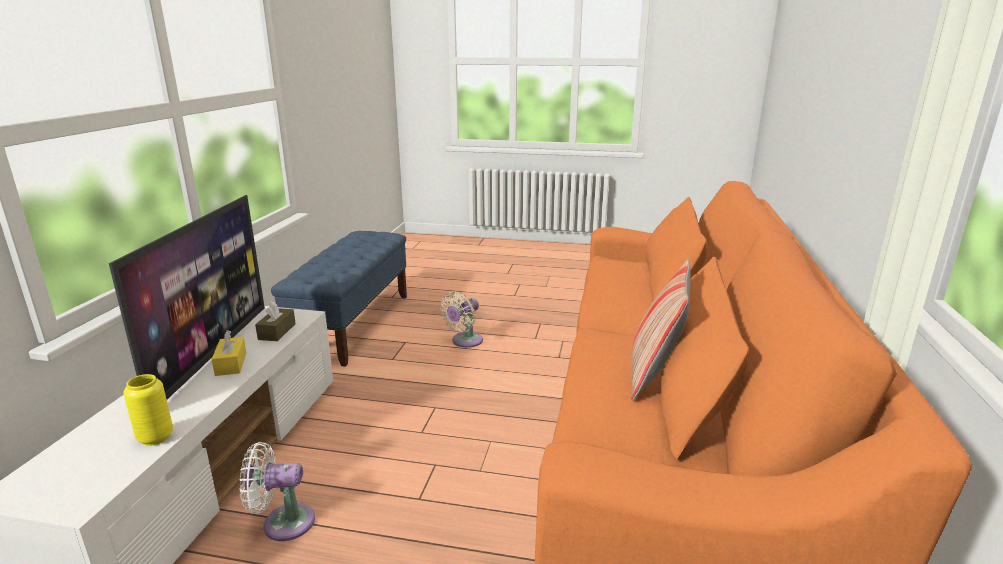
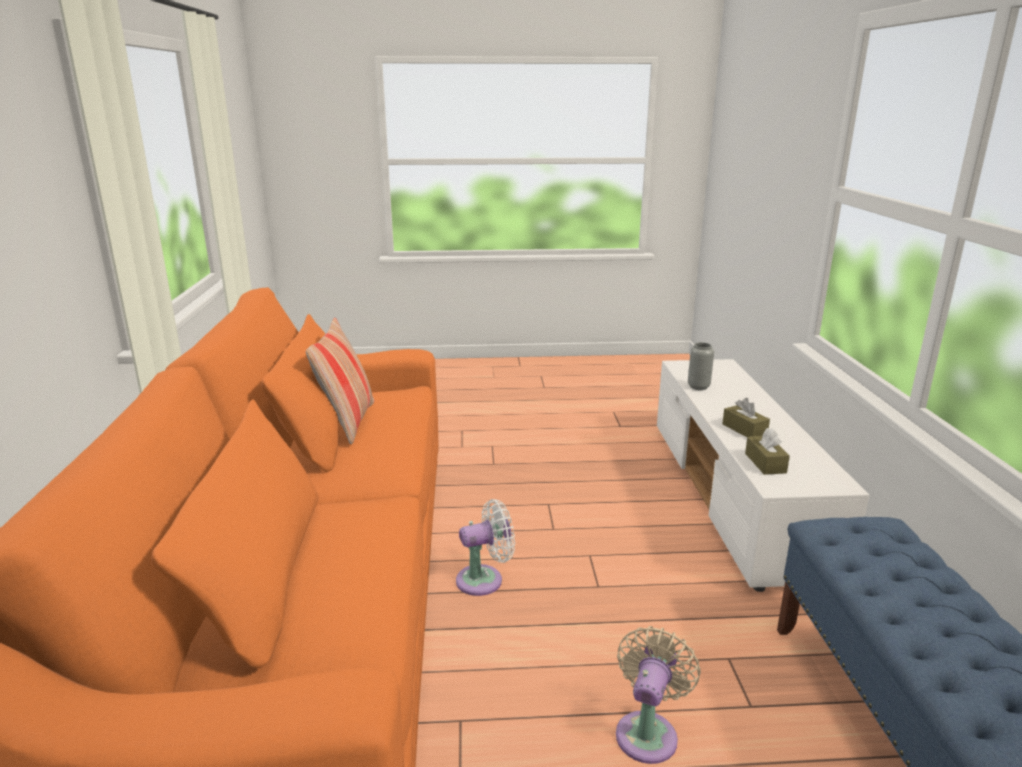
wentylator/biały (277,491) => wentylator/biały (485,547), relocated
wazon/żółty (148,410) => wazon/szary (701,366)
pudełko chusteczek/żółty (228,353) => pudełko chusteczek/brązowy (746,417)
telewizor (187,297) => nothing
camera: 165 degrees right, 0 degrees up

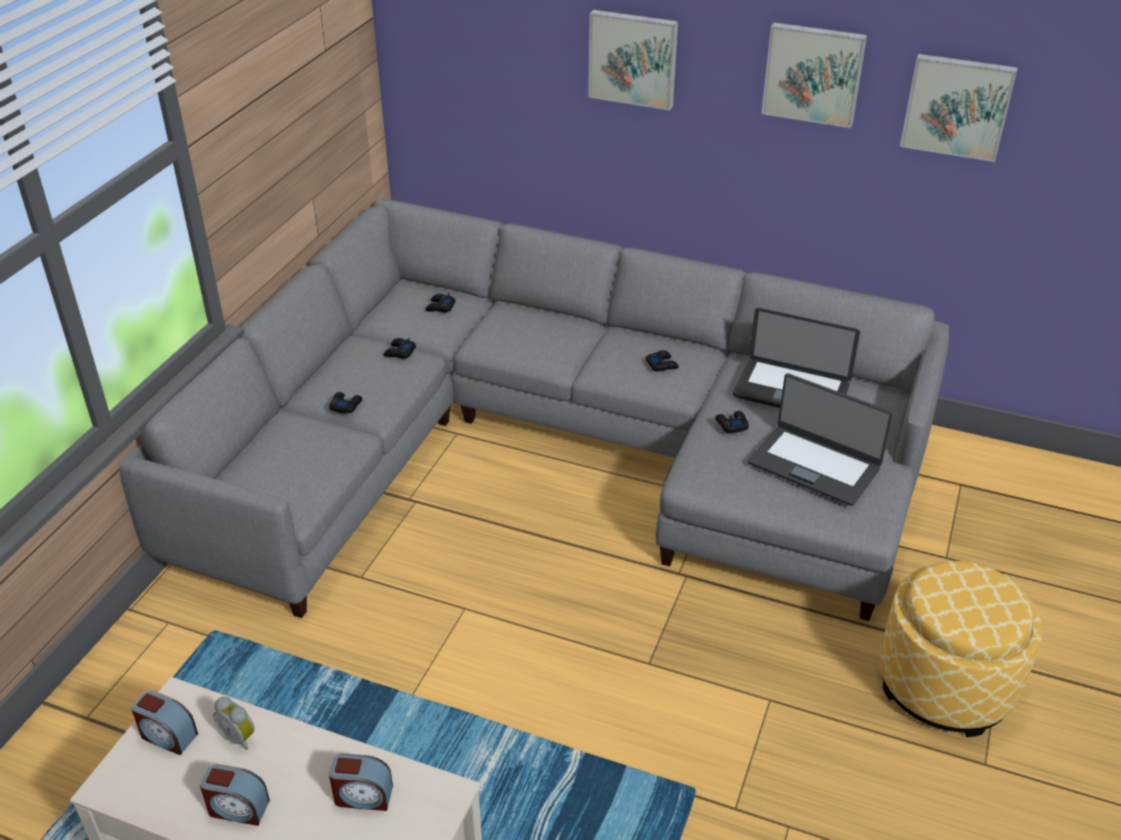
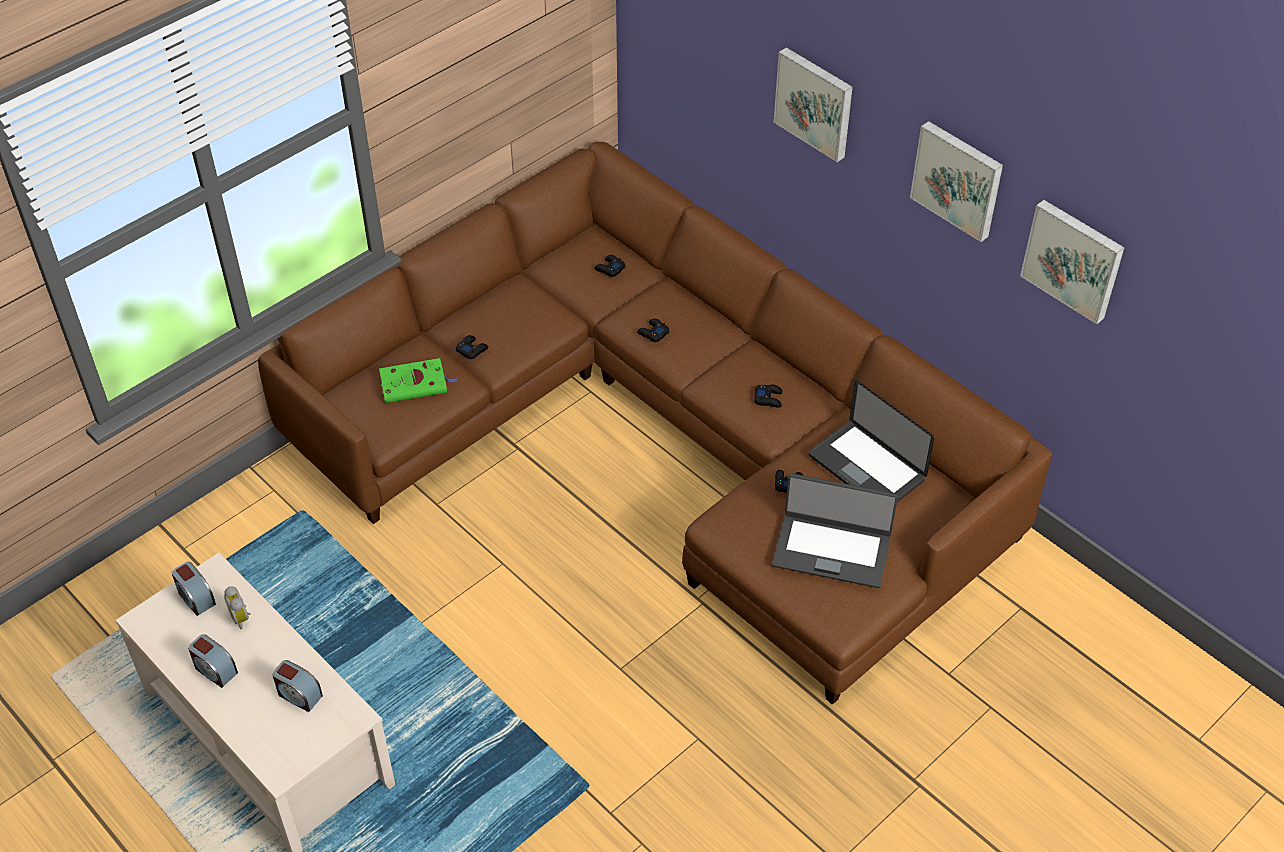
kanapa/szary (534,410) => kanapa/brązowy (655,423)
nothing => książka/zielony (418,380)
pad do gier/czarny (400,348) => pad do gier/czarny (653,330), relocated
laptop (820,439) => laptop (835,530), 45 degrees counterclockwise
pufa (961,649) => nothing
camera: 25 degrees right, 10 degrees up

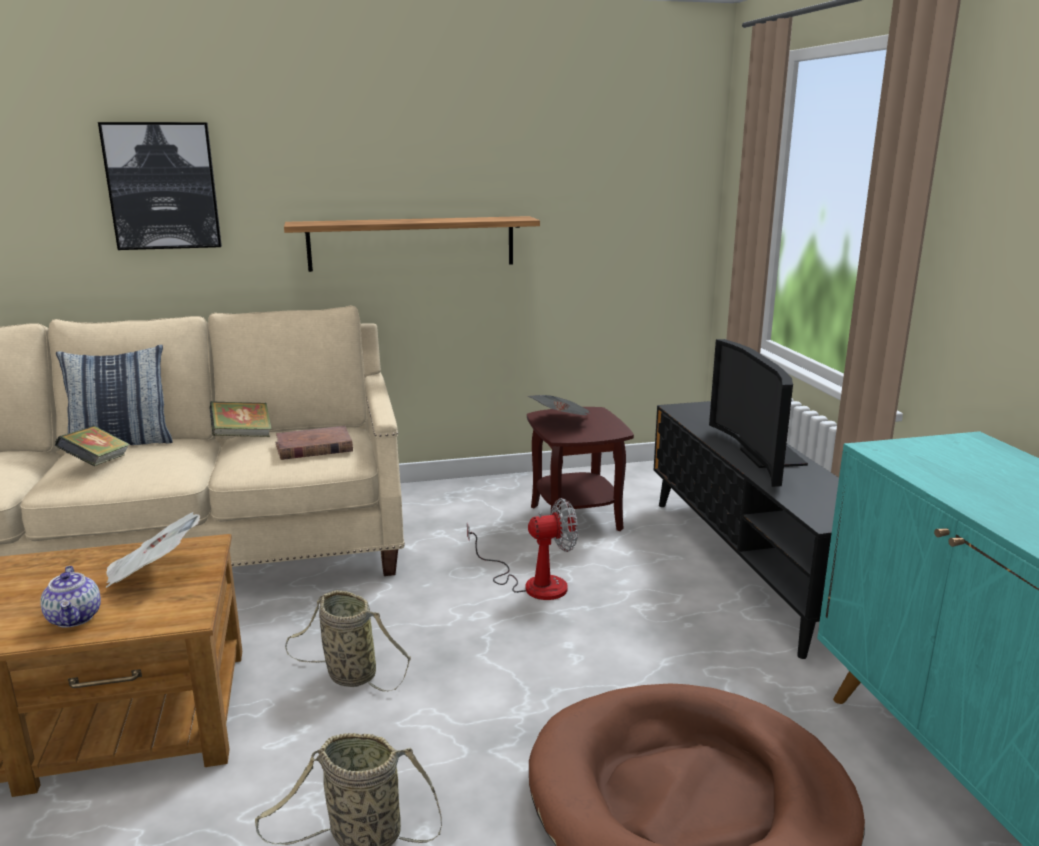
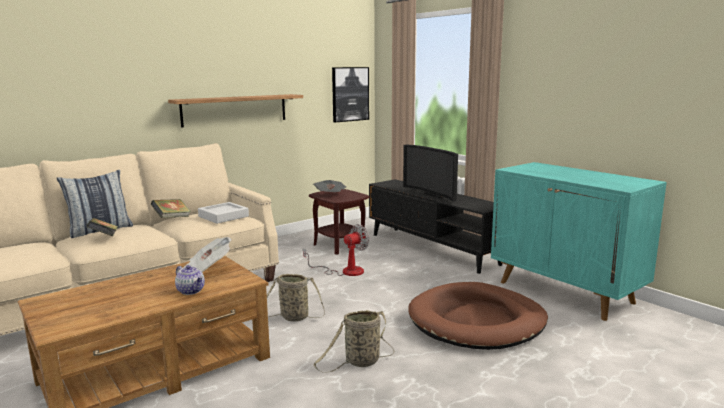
książka/brązowy (314,443) => taca/szary (223,213)
obraz (160,186) => obraz (350,94), relocated
camera: 25 degrees left, 5 degrees down

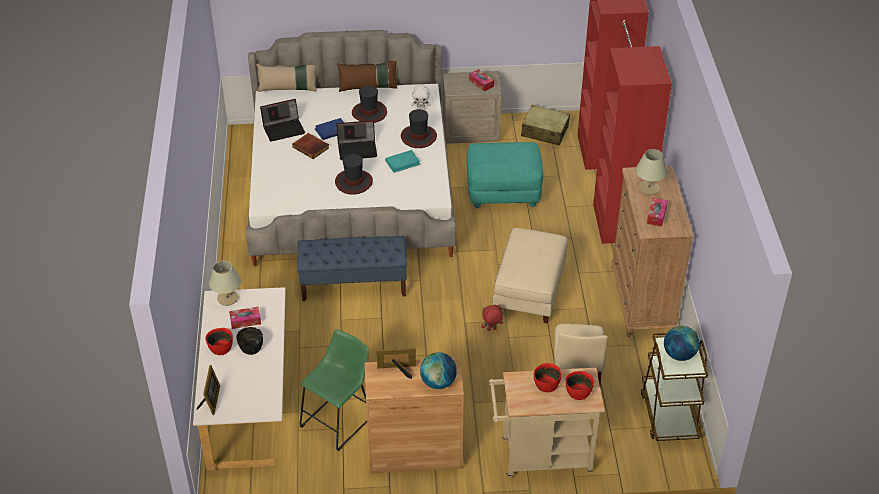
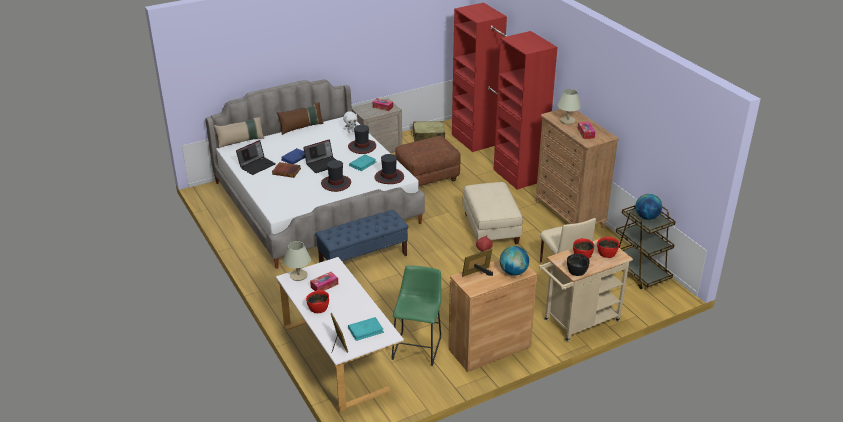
nothing => książka/turkusowy (366,329)
kapelusz (369,104) => kapelusz (389,169), relocated
pufa/turkusowy (505,175) => pufa/brązowy (428,162)
miska/czarny (249,341) => miska/czarny (578,265), relocated
camera: 25 degrees left, 10 degrees down

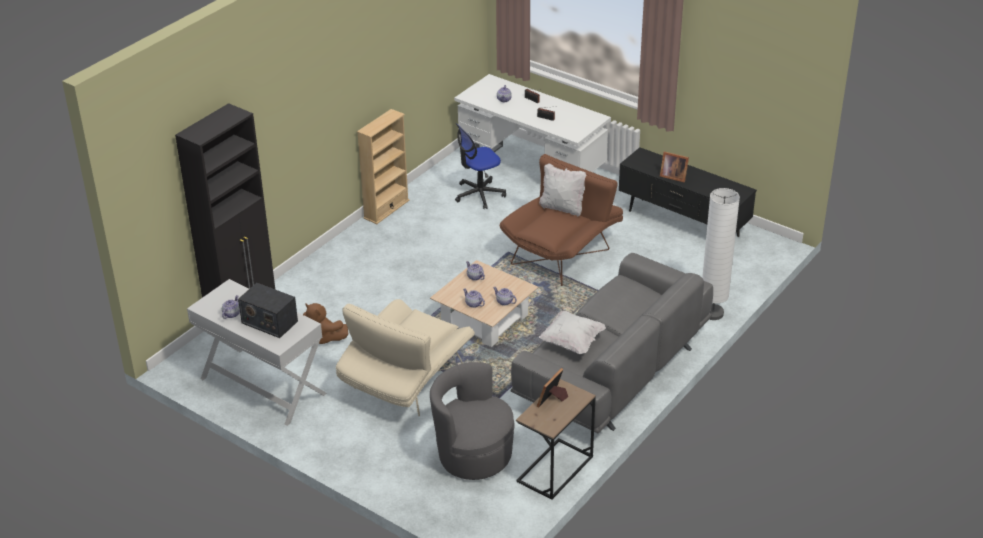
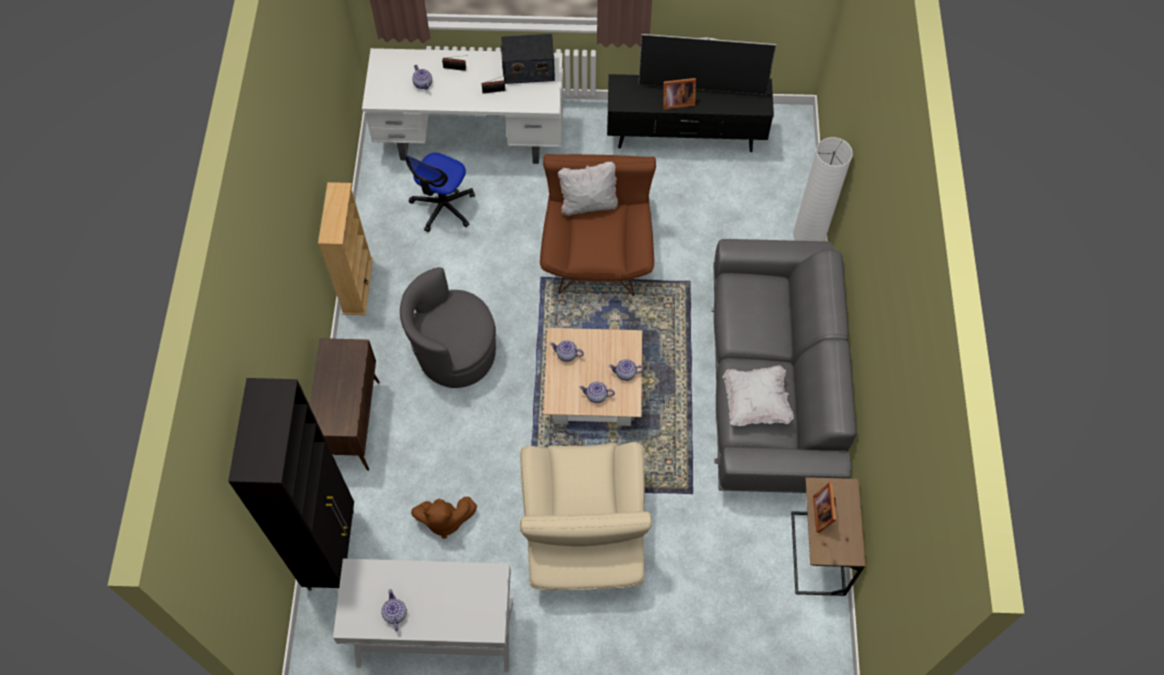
nothing => szafka/brązowy (344,404)
fotel/szary (472,421) => fotel/szary (448,327), relocated
radio (268,310) => radio (528,59), relocated
nothing => telewizor (707,64)
camera: 35 degrees left, 25 degrees up

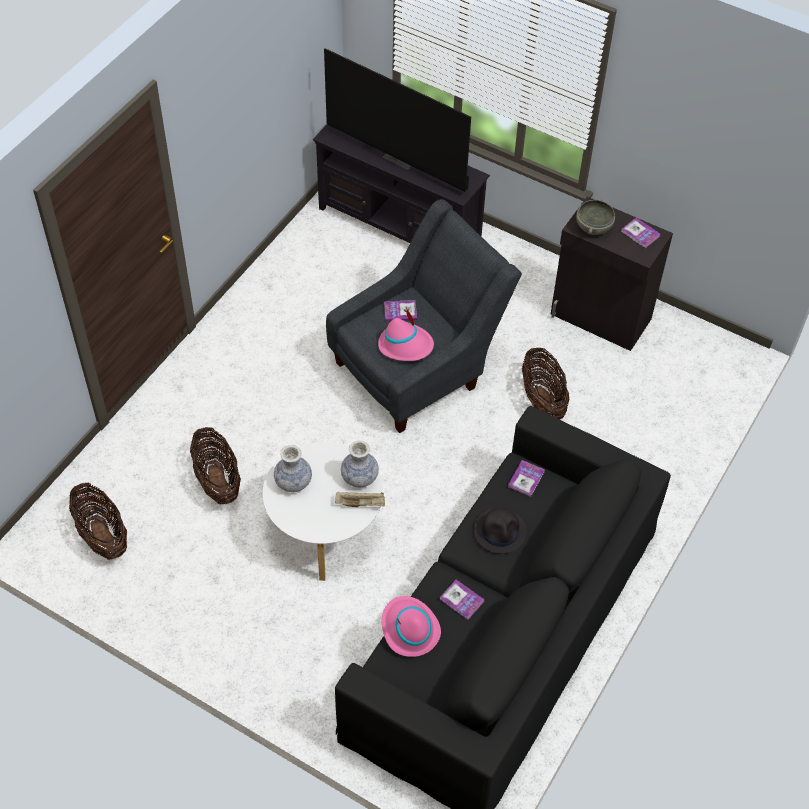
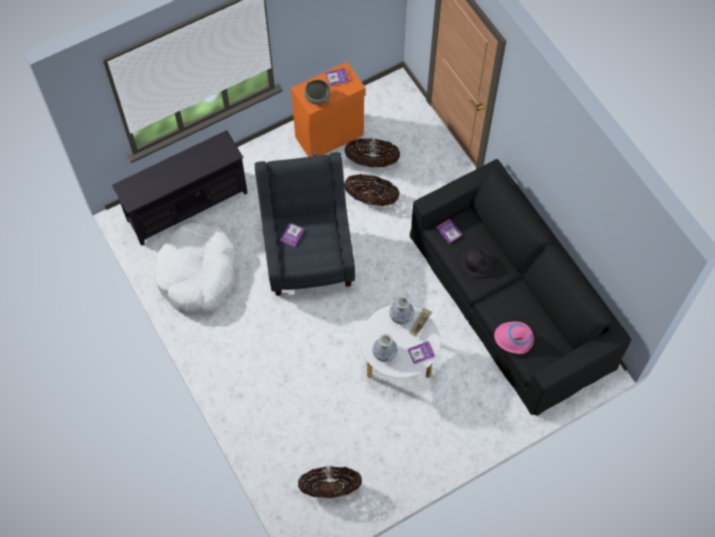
nothing => legowisko/biały (195,268)
szafka/czarny (612,274) => szafka/pomarańczowy (328,109)
koszyk (215,465) => koszyk (372,152), relocated
książka (462,600) => książka (421,352), relocated
telewizor (397,120) => nothing
kapelusz/różowy (406,334) => nothing
camera: 60 degrees left, 10 degrees up

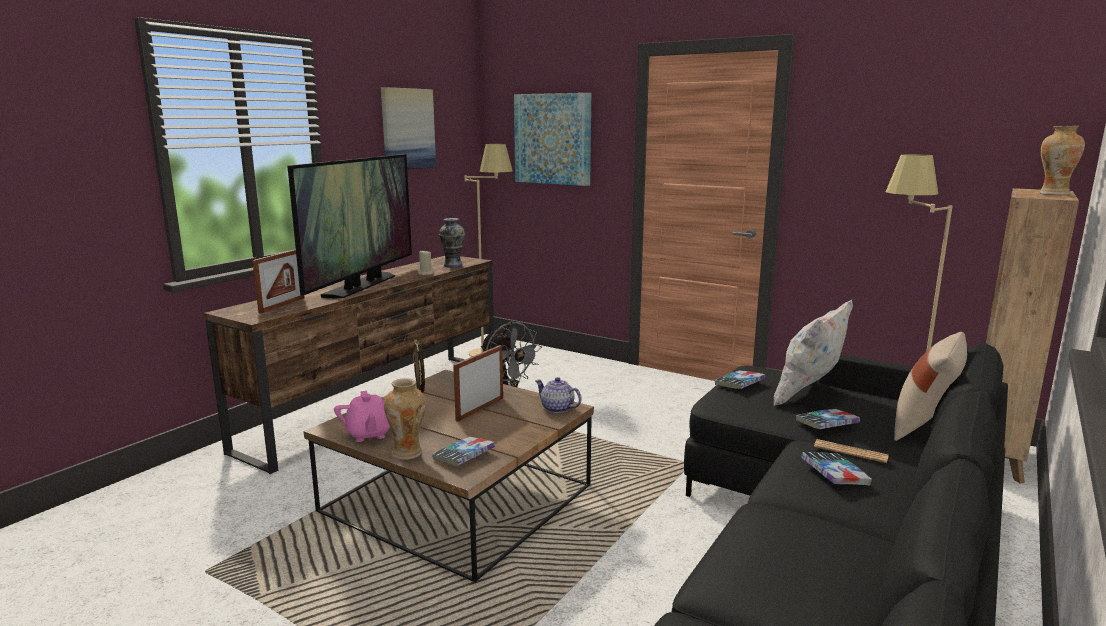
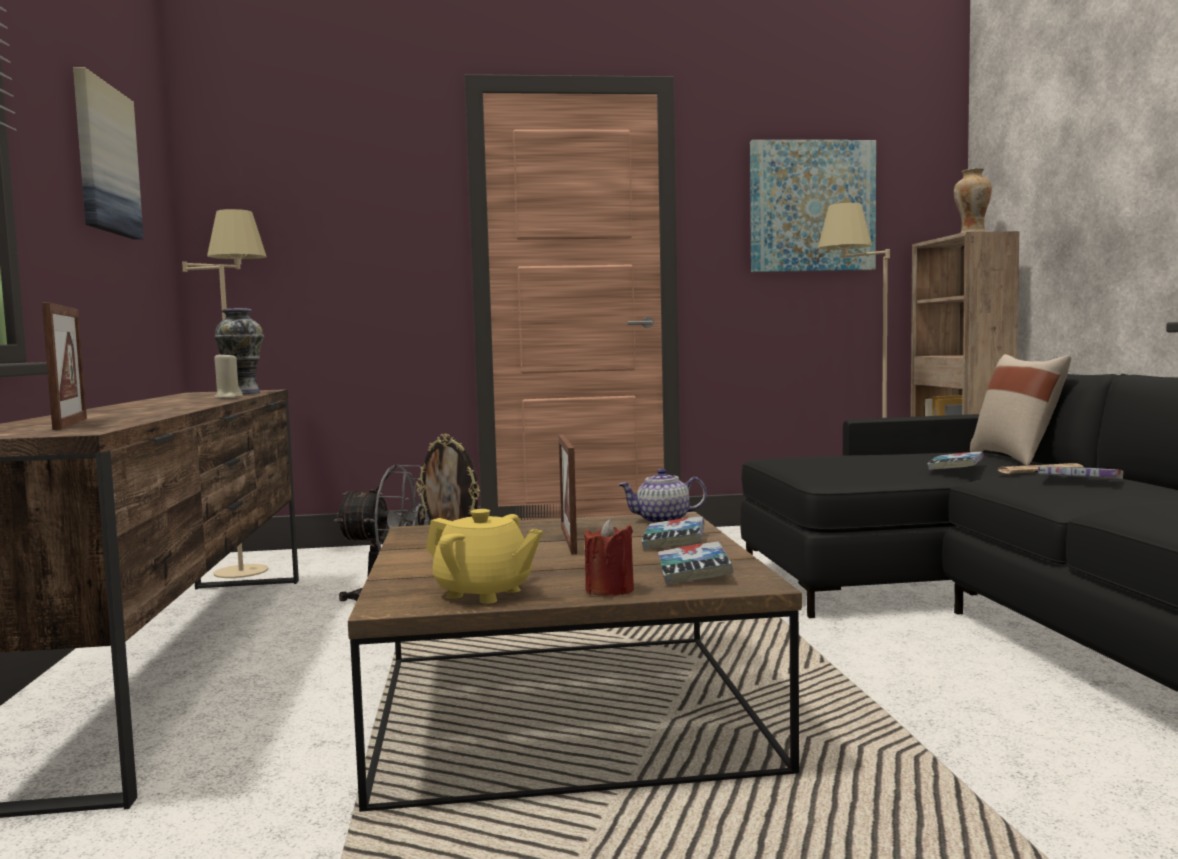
imbryk/różowy (362,416) => imbryk/żółty (484,556)
wazon (405,419) => świeca/czerwony (609,557)
książka (740,380) => książka (673,533), relocated
obraz (552,139) => obraz (813,206), relocated
telewizor (349,226) => nothing
poduszka/biały (813,353) => nothing
camera: 40 degrees left, 10 degrees down

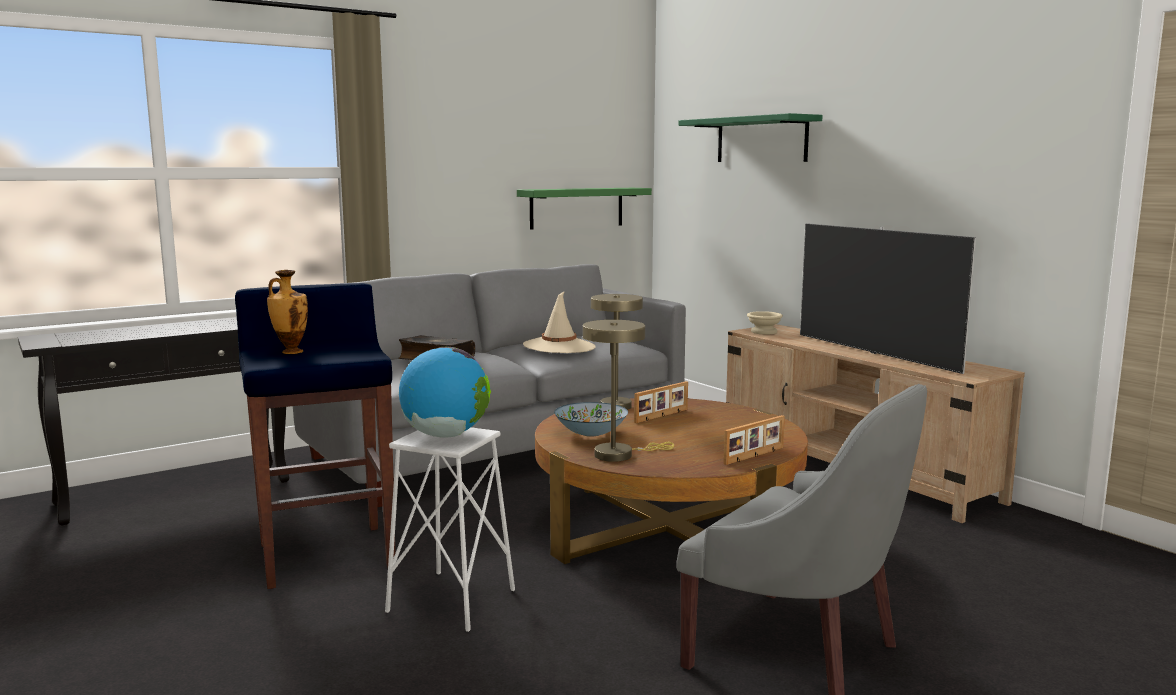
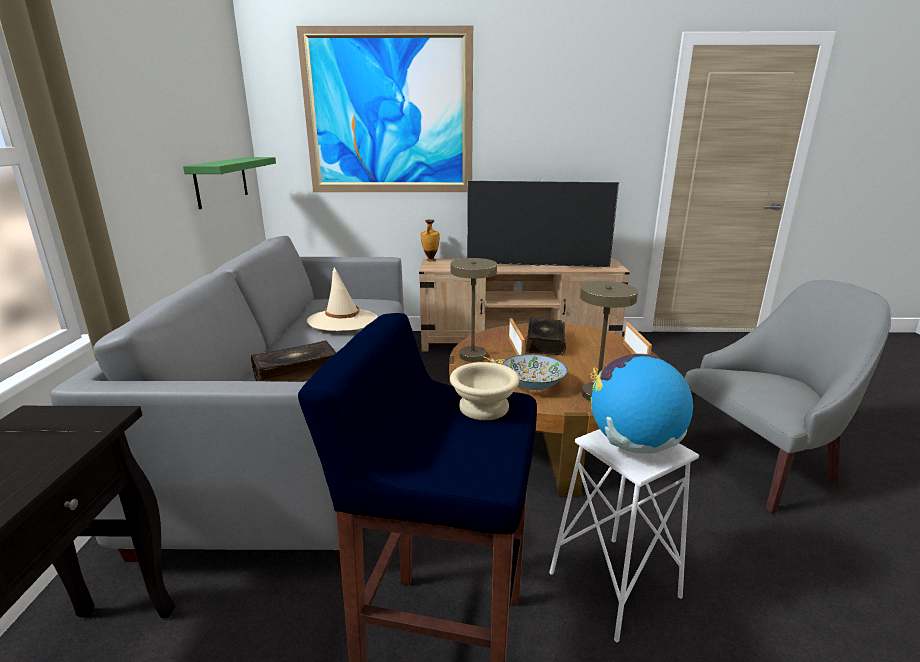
półka/zielony (750,137) => obraz (384,109)
wazon (287,312) => wazon (430,240), relocated
miska/beżowy (765,323) => miska/beżowy (484,391), relocated
nothing => książka (546,336)
camera: 55 degrees left, 10 degrees up

